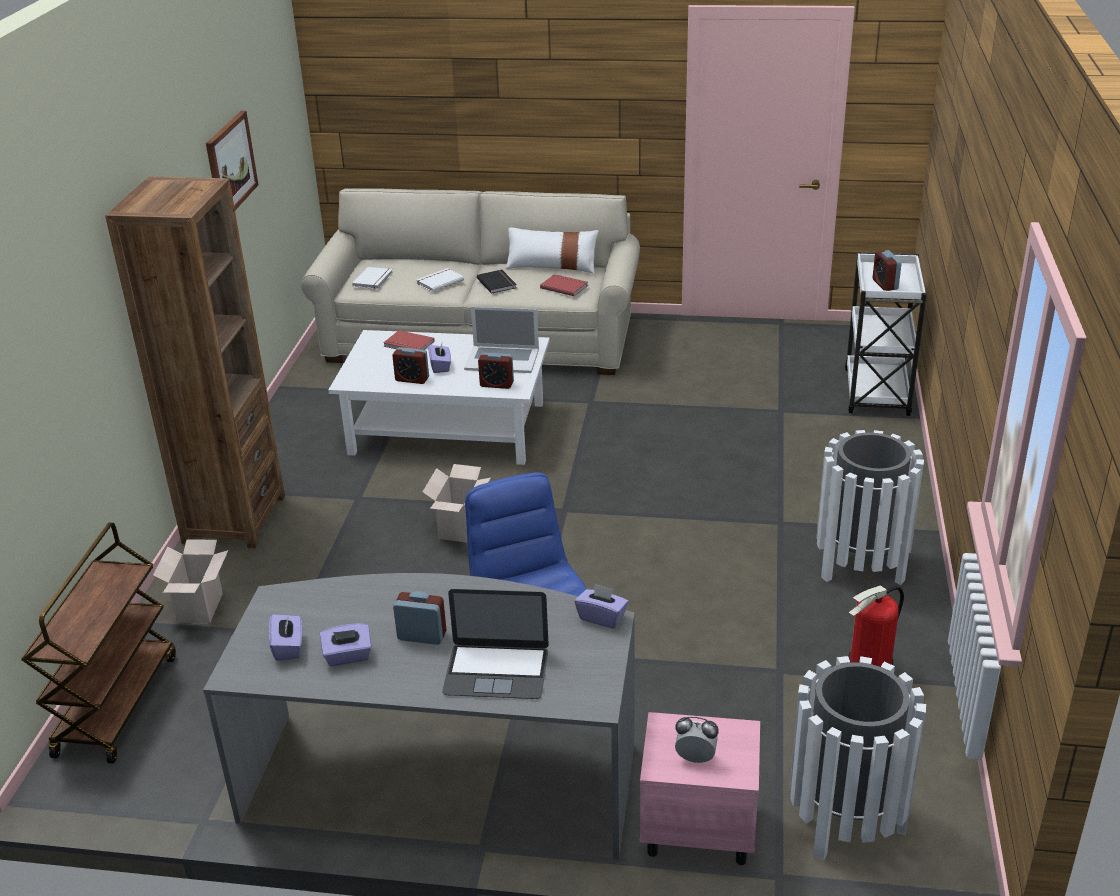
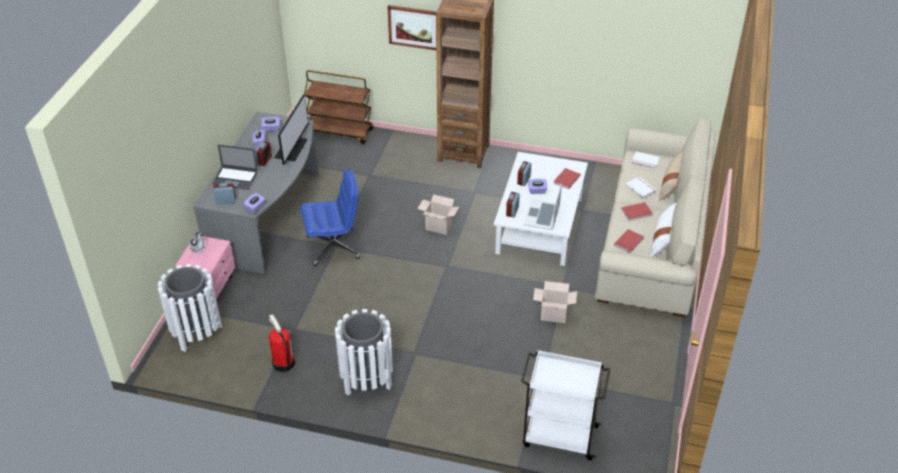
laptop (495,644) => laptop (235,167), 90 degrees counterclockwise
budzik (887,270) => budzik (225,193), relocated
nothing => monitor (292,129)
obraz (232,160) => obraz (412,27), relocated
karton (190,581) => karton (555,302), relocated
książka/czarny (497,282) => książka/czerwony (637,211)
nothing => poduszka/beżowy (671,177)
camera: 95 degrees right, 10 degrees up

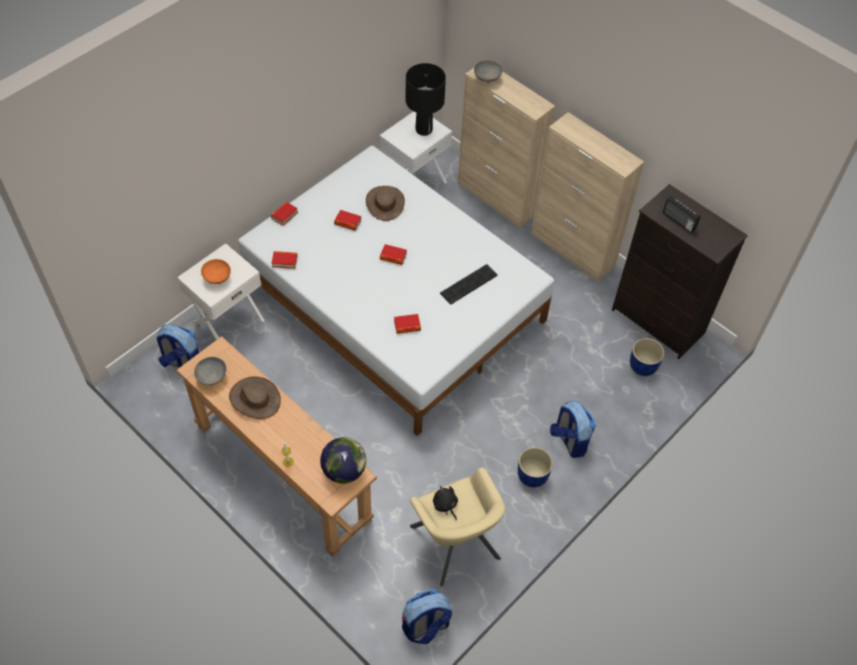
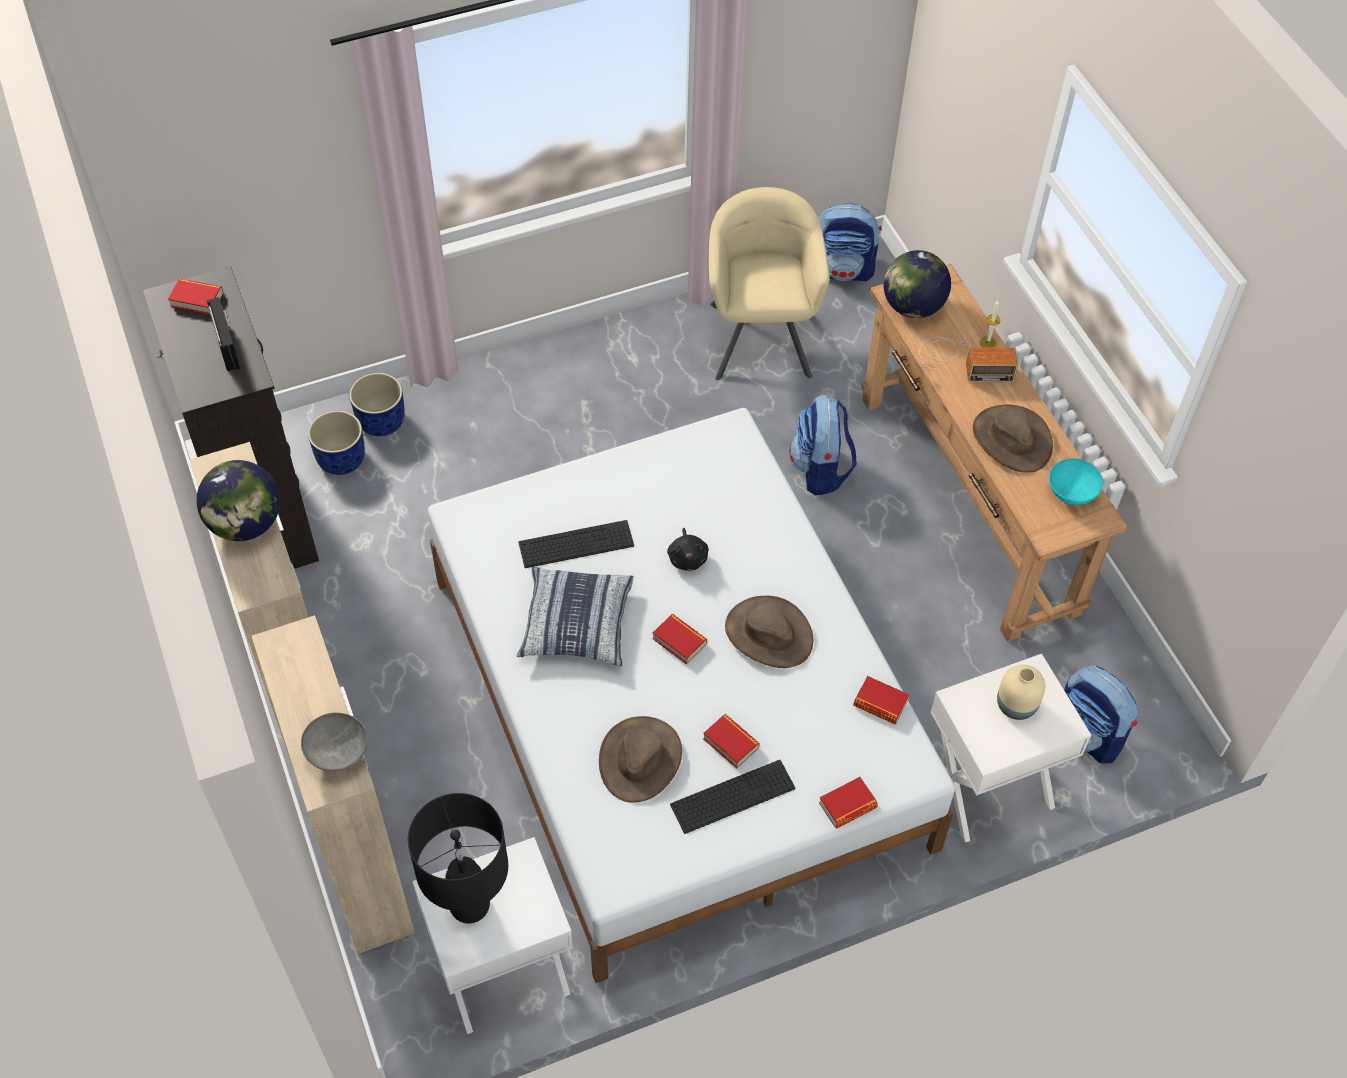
książka (407,324) => książka (195,296), relocated
nothing => globus (238,500)
donica/niebieski (535,467) => donica/niebieski (377,404), relocated
nothing => poduszka (575,617)
pluszak/czarny (445,503) => pluszak/czarny (688,549), relocated
nothing => klawiatura (732,797)
nothing => kapelusz/brązowy (769,632)
plecak (573,429) => plecak (823,445), relocated
nothing => radio (968,360)
miska/pomarańczowy (216,271) => wazon/beżowy (1021,692)
miska/szary (210,371) => miska/turkusowy (1076,481)
camera: 155 degrees left, 0 degrees up

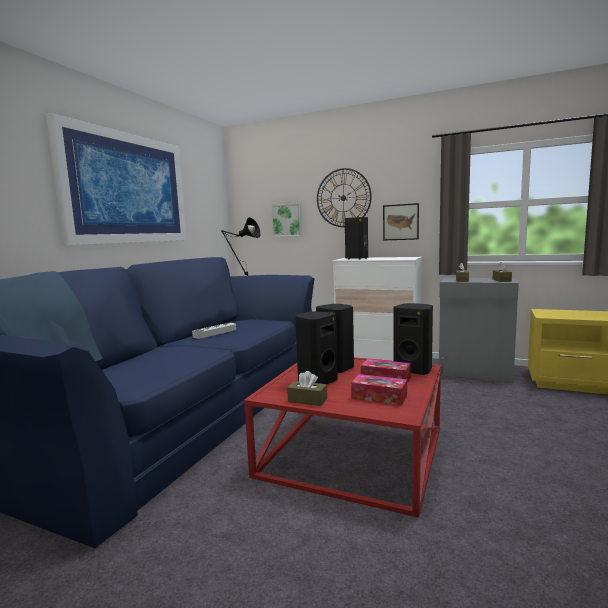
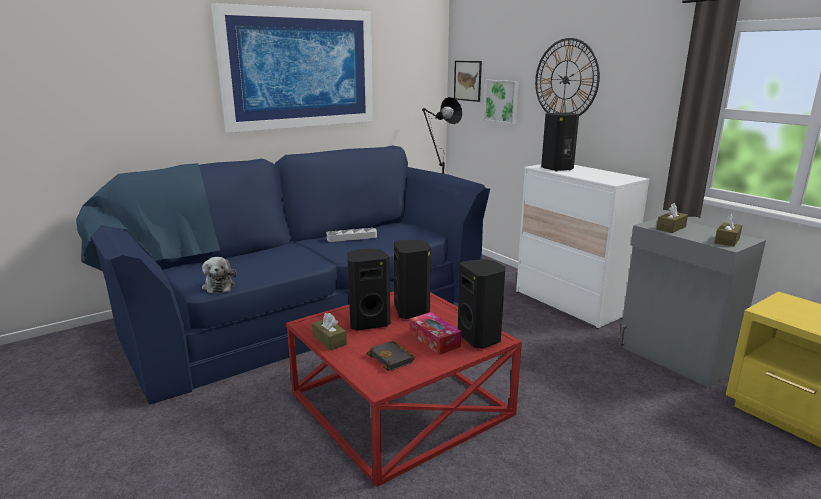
nothing => pluszak (219,275)
pudełko chusteczek (379,390) => książka/czarny (391,356)
obraz (401,221) => obraz (468,81), relocated
camera: 30 degrees right, 10 degrees up

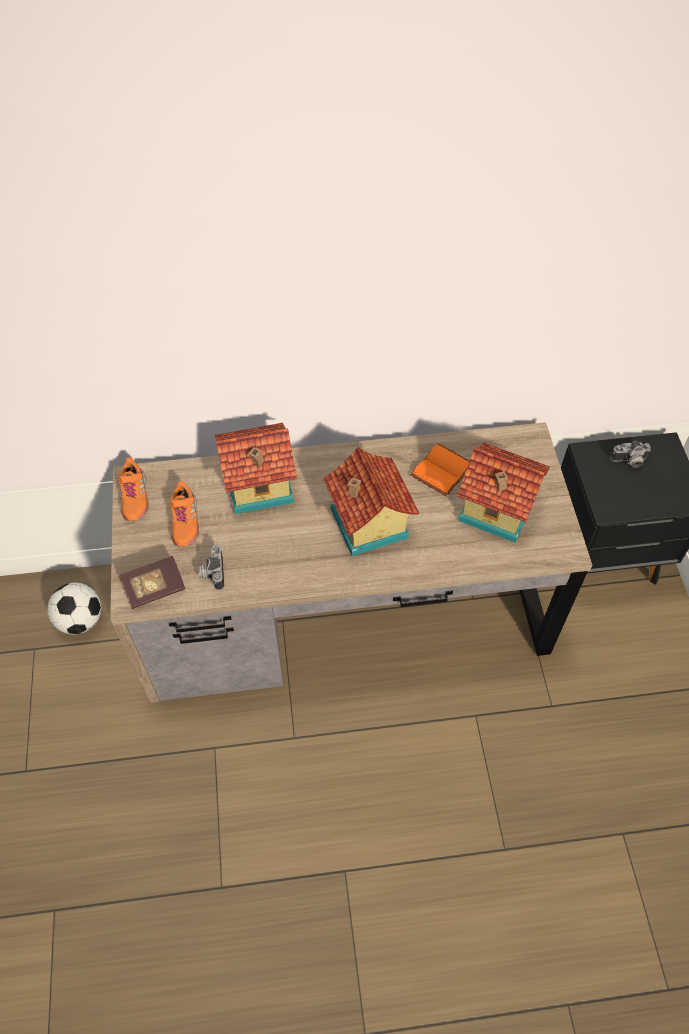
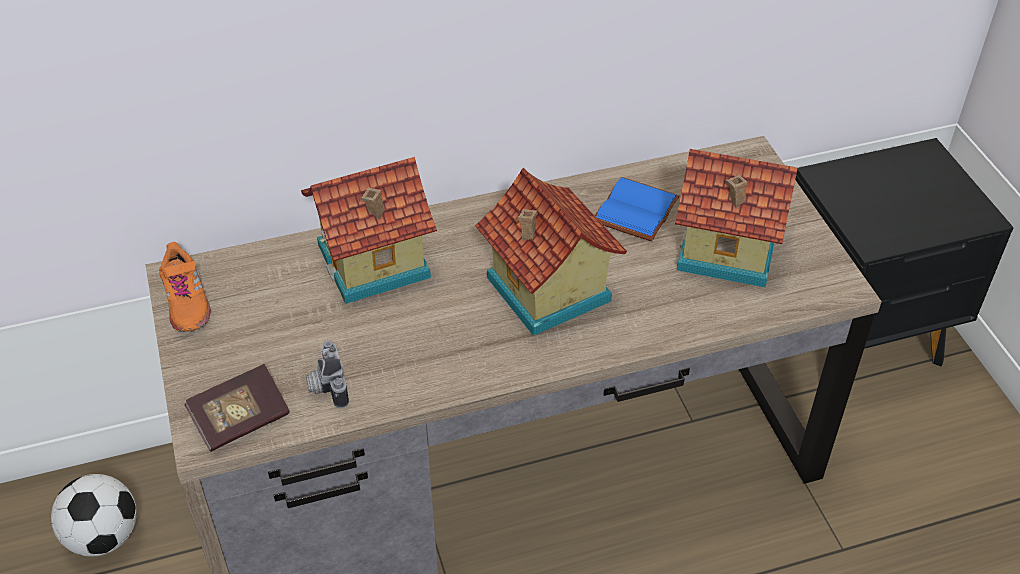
książka/pomarańczowy (440,470) => książka/niebieski (637,209)
but/pomarańczowy (184,514) => nothing
aparat fotograficzny (630,454) => nothing
camera: 10 degrees left, 10 degrees down

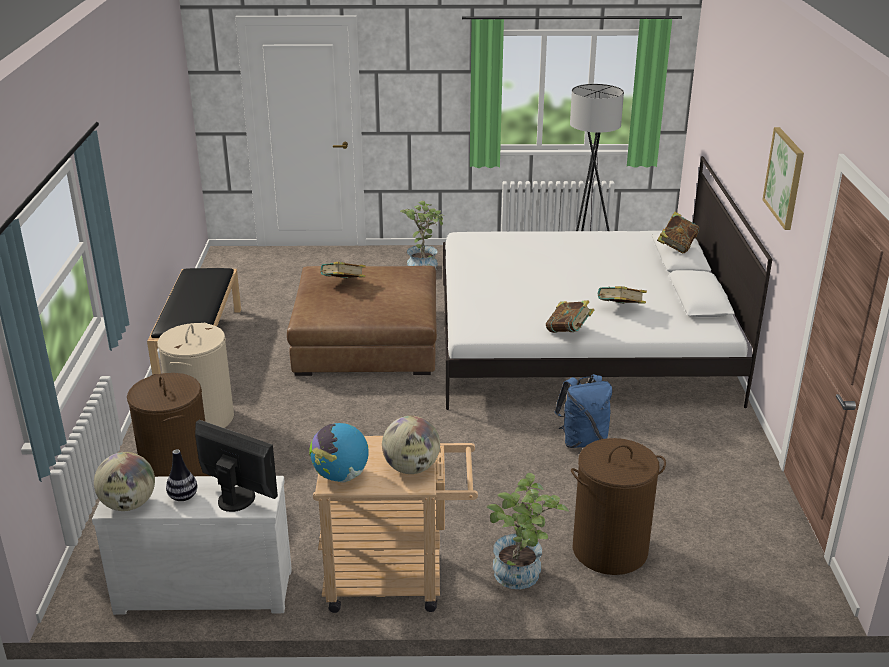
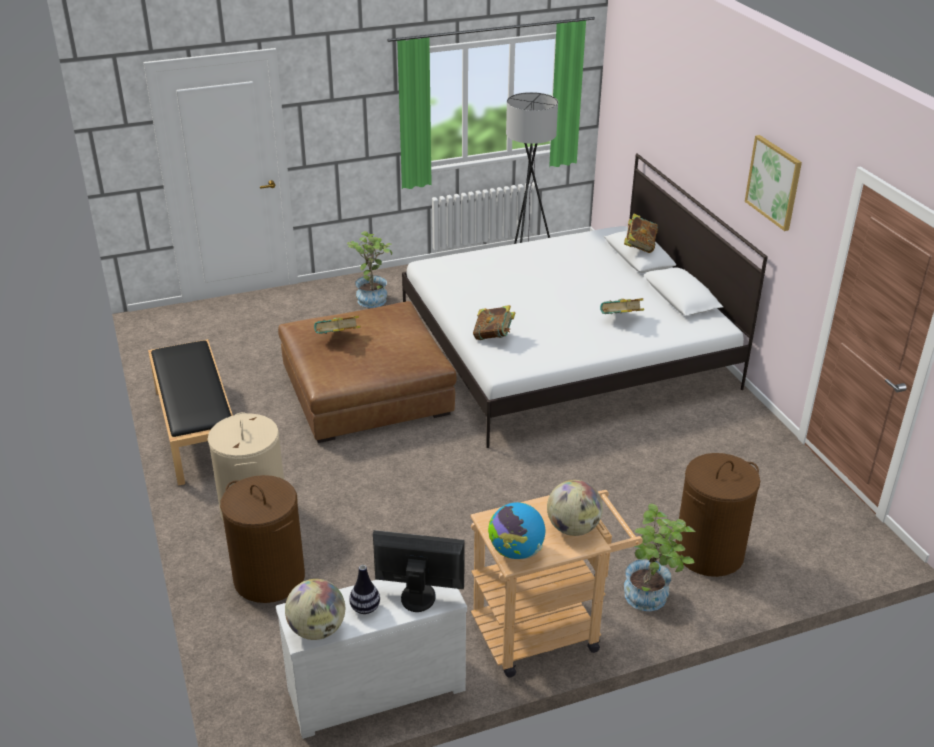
książka (570,316) => książka (494,322), relocated
plecak/niebieski (583,411) => nothing
camera: 20 degrees left, 5 degrees up

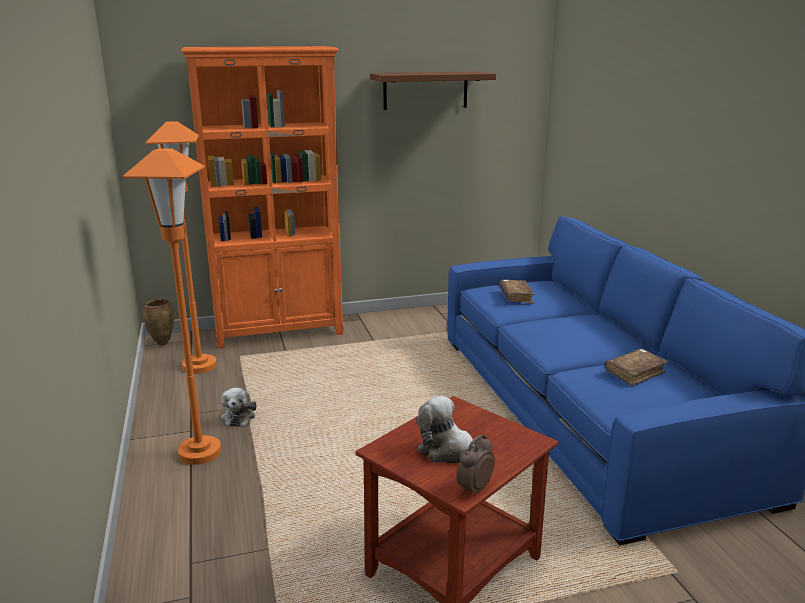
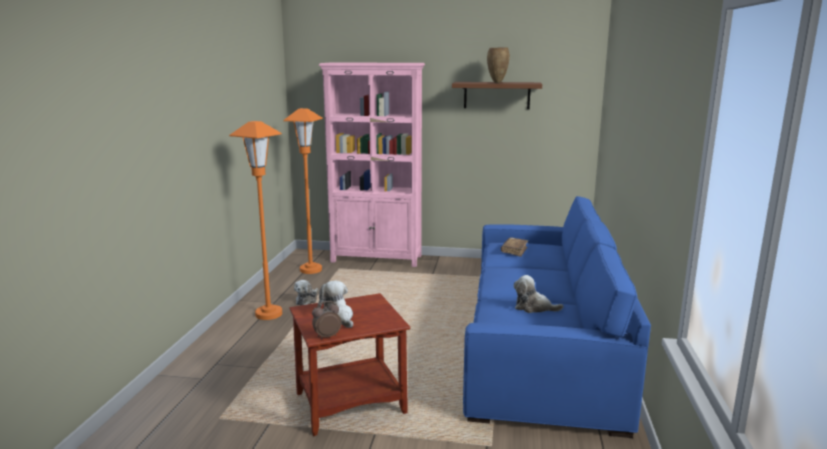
regał/pomarańczowy (262,197) => regał/różowy (372,164)
wazon/brązowy (158,322) => wazon/brązowy (498,65), relocated
książka/brązowy (636,368) => pluszak (539,294)
camera: 25 degrees right, 5 degrees down

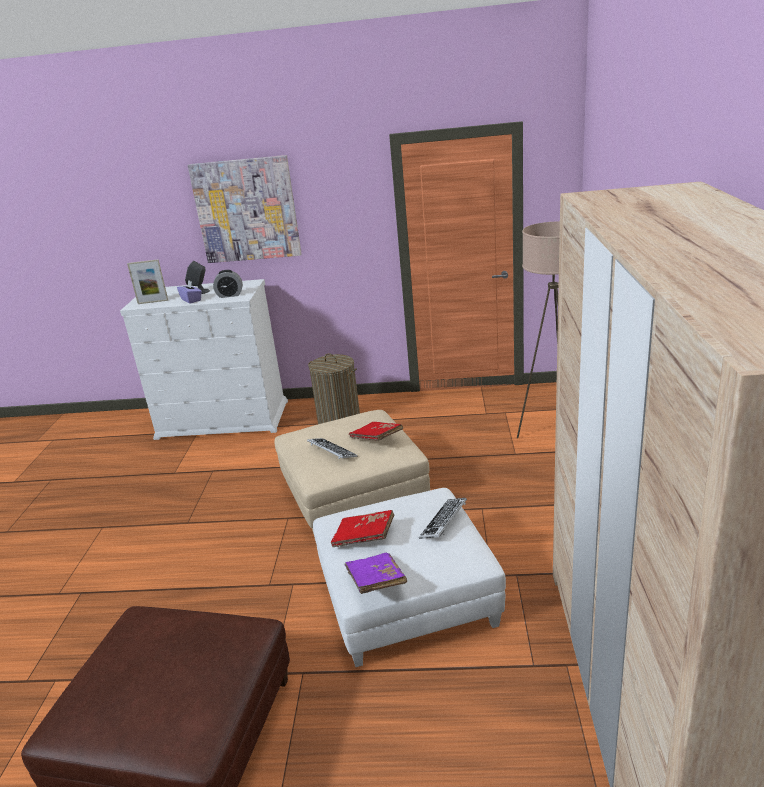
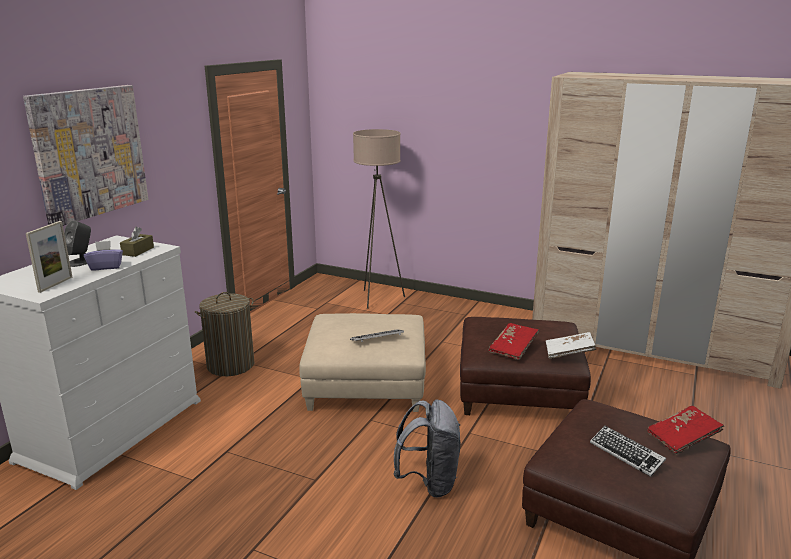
budzik (228,284) => pudełko chusteczek/brązowy (137,242)
nothing => plecak/szary (426,448)
pufa/biały (409,577) => pufa/brązowy (525,366)
książka/fioletowy (375,573) => książka/biały (571,345)
klawiatura (443,518) => klawiatura (628,451), relocated
książka/czerwony (376,431) => książka/czerwony (685,430), relocated
camera: 70 degrees left, 5 degrees down

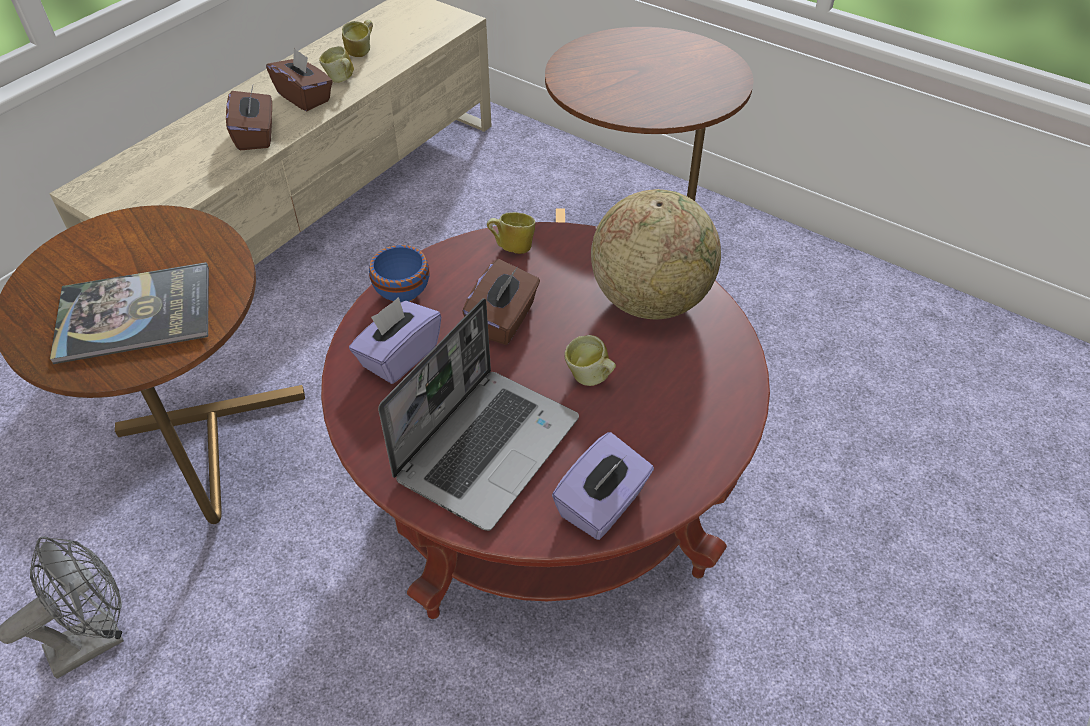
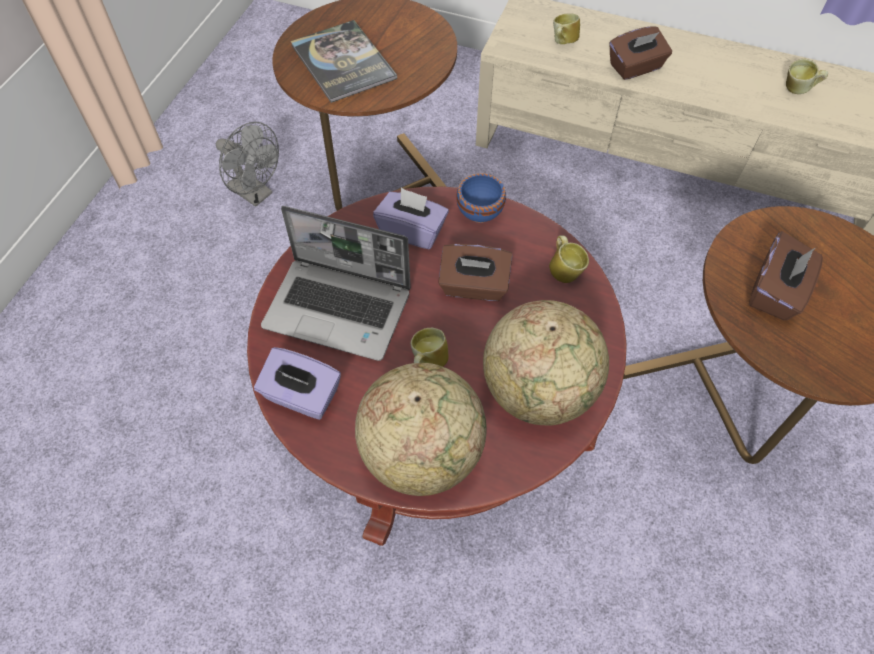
nothing => globus (421,429)
kubek (336,64) => kubek (566,28), relocated
pudełko chusteczek/brązowy (299,79) => pudełko chusteczek/brązowy (786,275), relocated
camera: 75 degrees right, 10 degrees up

